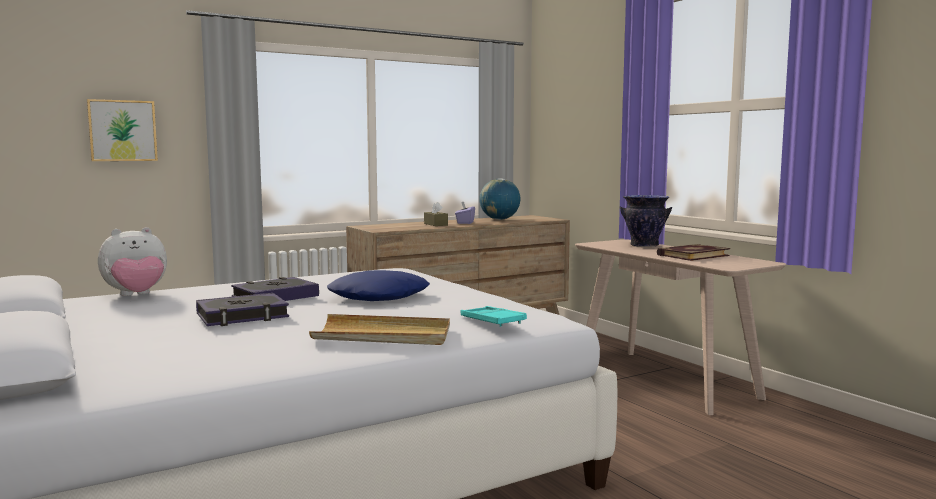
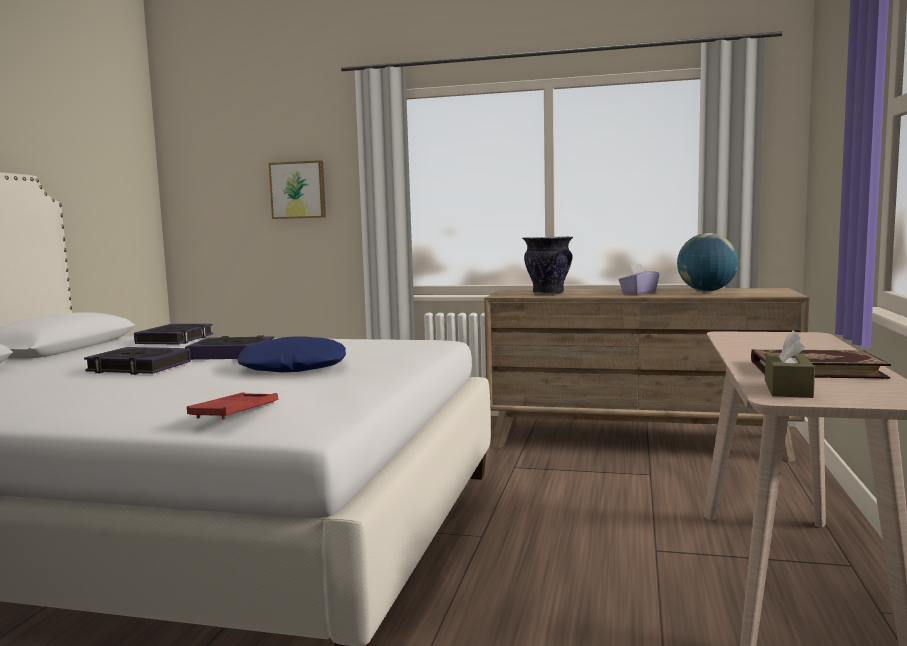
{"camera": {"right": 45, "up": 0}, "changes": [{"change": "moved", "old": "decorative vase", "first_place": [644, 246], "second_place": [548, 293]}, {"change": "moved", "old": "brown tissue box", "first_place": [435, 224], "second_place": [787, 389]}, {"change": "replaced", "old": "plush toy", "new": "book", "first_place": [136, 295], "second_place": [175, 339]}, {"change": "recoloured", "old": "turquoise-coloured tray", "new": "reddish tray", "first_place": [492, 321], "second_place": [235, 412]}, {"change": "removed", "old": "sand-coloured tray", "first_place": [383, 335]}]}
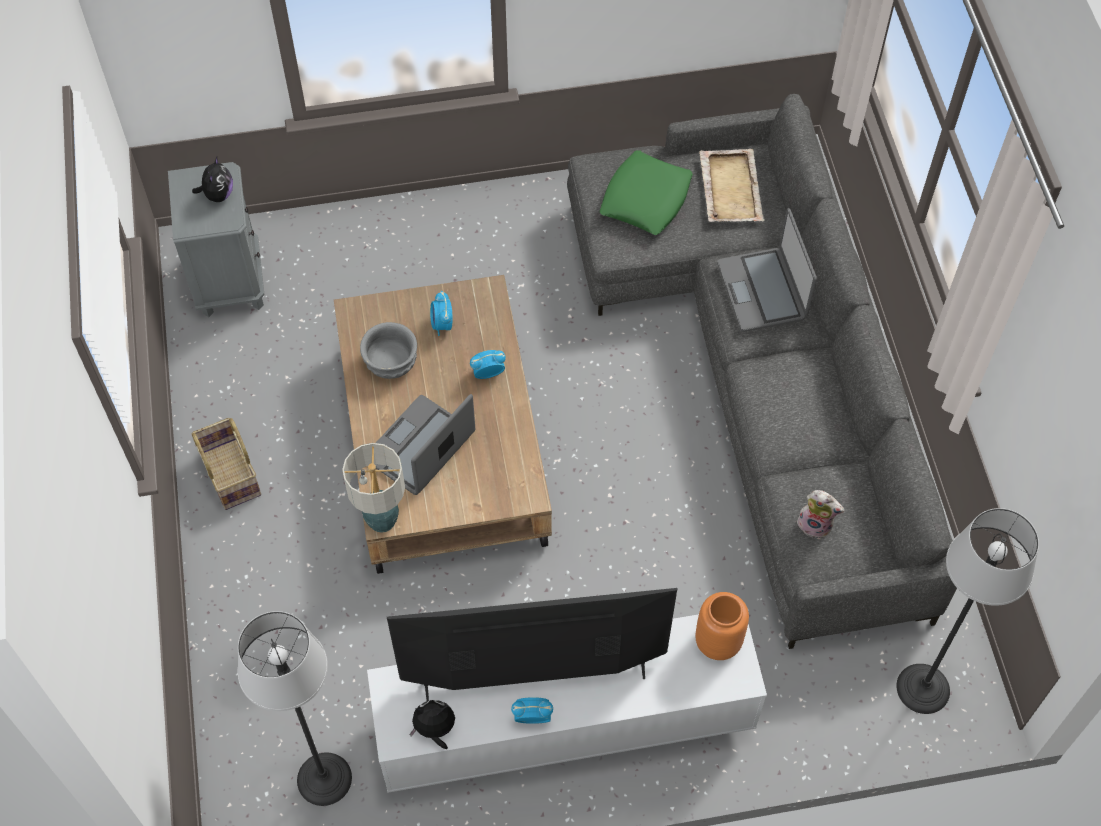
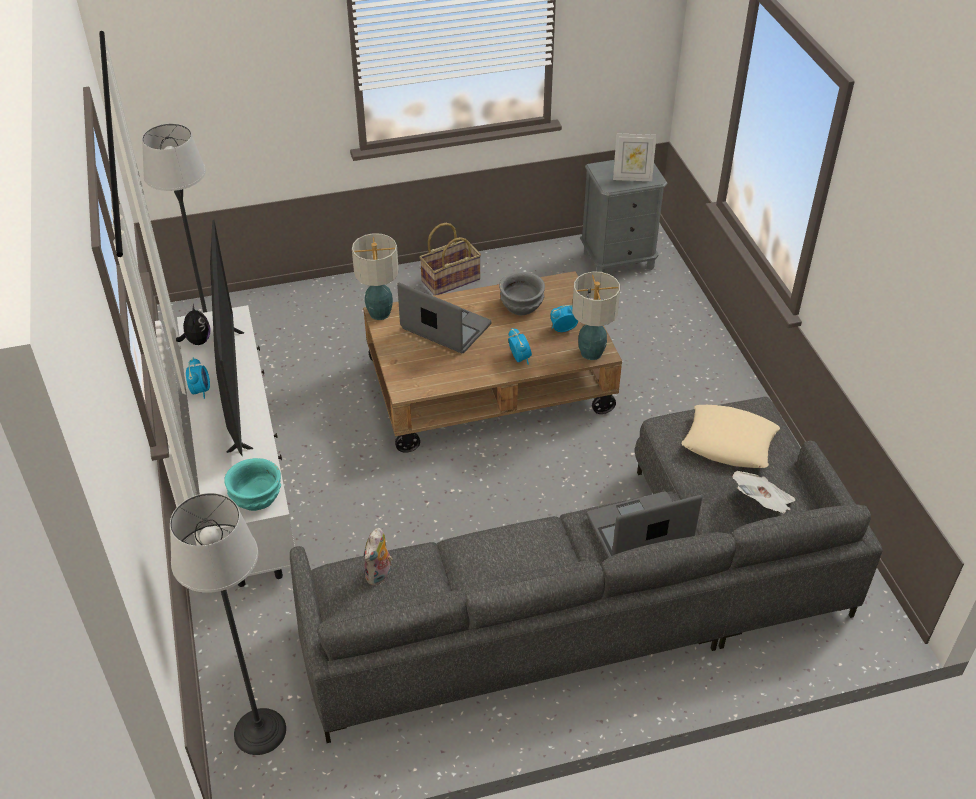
{"camera": {"right": 85, "up": -15}, "changes": [{"change": "replaced", "old": "sand-coloured tray", "new": "newspaper", "first_place": [731, 187], "second_place": [762, 503]}, {"change": "recoloured", "old": "green-coloured throw pillow", "new": "sand-coloured throw pillow", "first_place": [645, 198], "second_place": [729, 442]}, {"change": "replaced", "old": "plush toy", "new": "standing frame", "first_place": [218, 195], "second_place": [632, 178]}, {"change": "replaced", "old": "orange decorative vase", "new": "turquoise-coloured deep dish", "first_place": [718, 642], "second_place": [255, 497]}, {"change": "added", "new": "tabletop lamp", "second_place": [591, 353]}]}
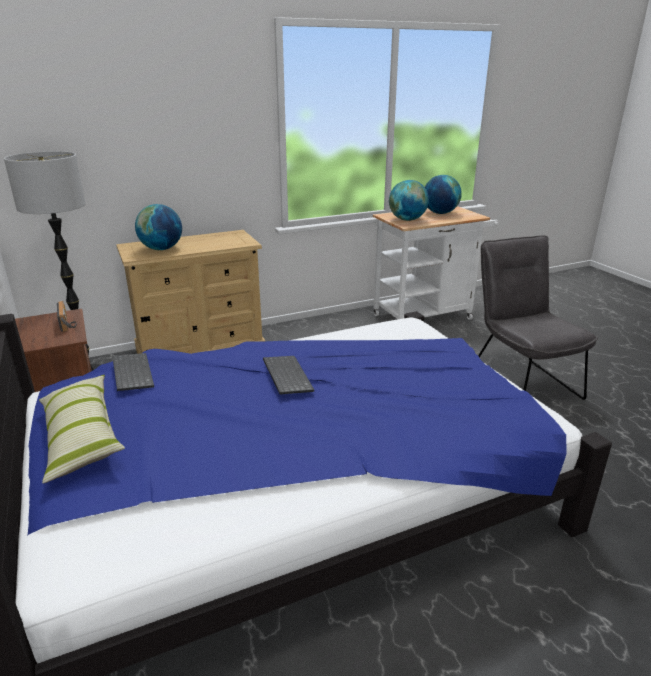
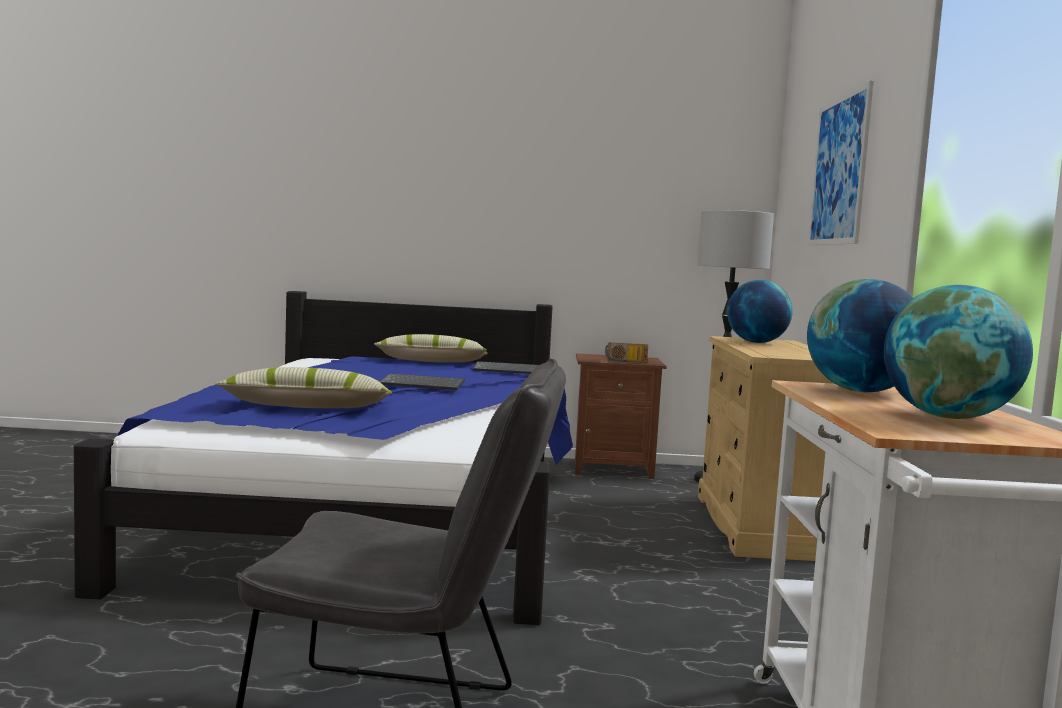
{"camera": {"right": 115, "up": -20}, "changes": [{"change": "added", "new": "wall art", "second_place": [839, 170]}, {"change": "added", "new": "throw pillow", "second_place": [308, 408]}]}
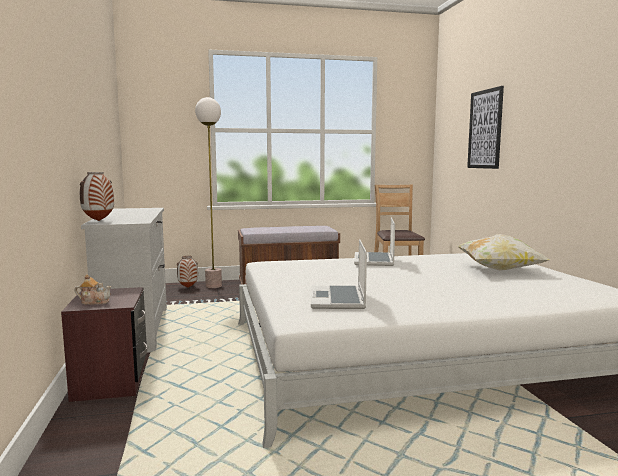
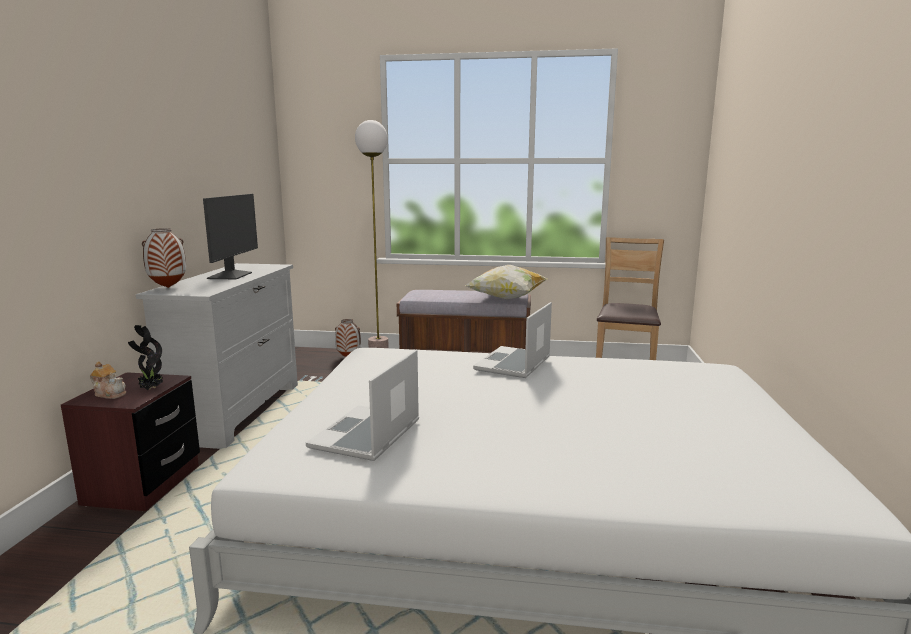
{"camera": {"right": 20, "up": 5}, "changes": [{"change": "removed", "old": "wall art", "first_place": [485, 129]}, {"change": "moved", "old": "throw pillow", "first_place": [499, 270], "second_place": [506, 299]}, {"change": "added", "new": "computer display", "second_place": [231, 275]}, {"change": "added", "new": "plant in a pot", "second_place": [150, 389]}]}
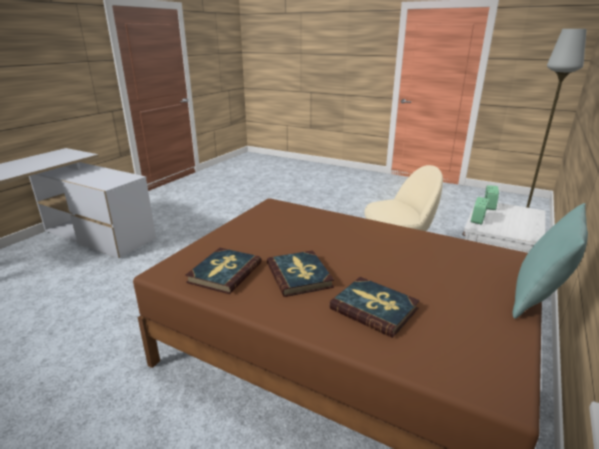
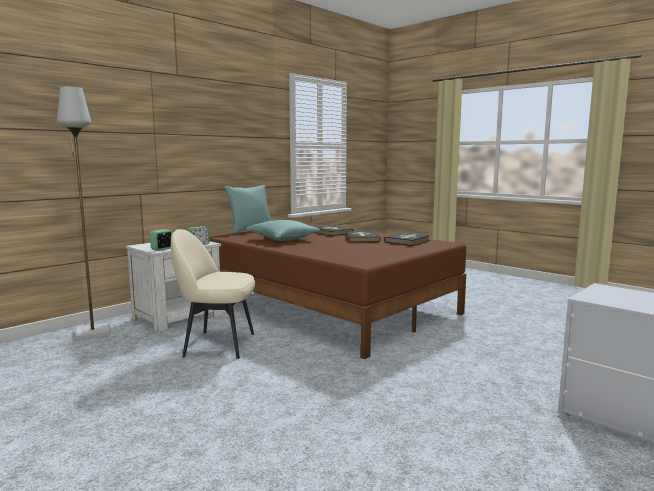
{"camera": {"right": -165, "up": -15}, "changes": [{"change": "added", "new": "turquoise-coloured throw pillow", "second_place": [283, 239]}]}
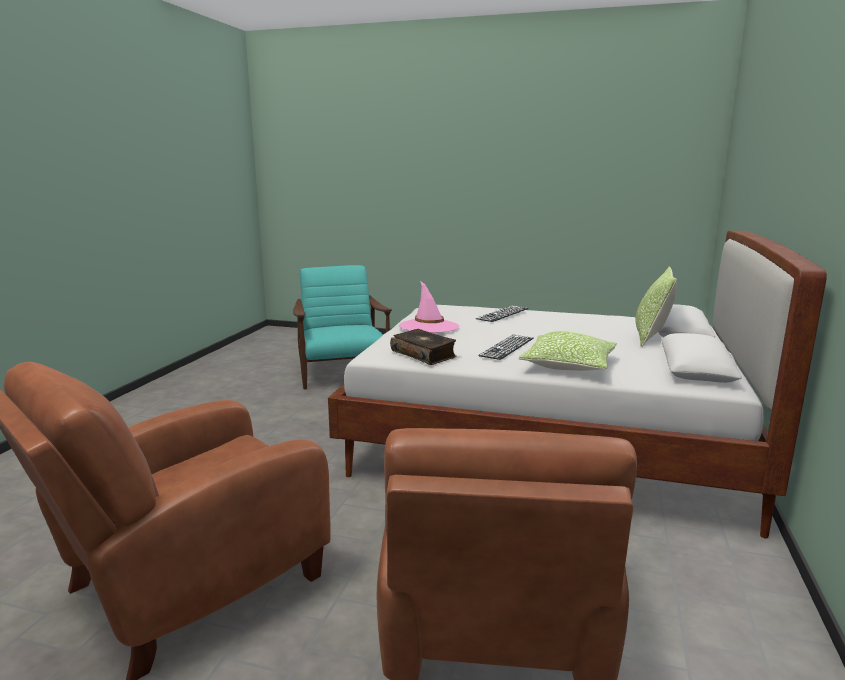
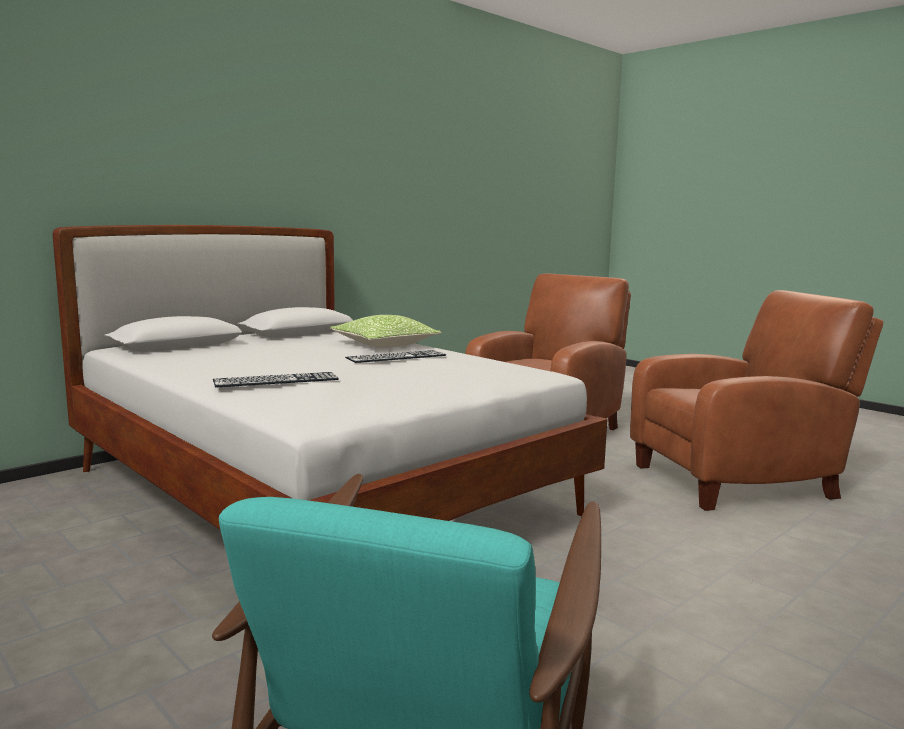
{"camera": {"right": -150, "up": -5}, "changes": [{"change": "removed", "old": "throw pillow", "first_place": [651, 337]}, {"change": "removed", "old": "pink clothing hat", "first_place": [429, 327]}, {"change": "removed", "old": "book", "first_place": [424, 354]}]}
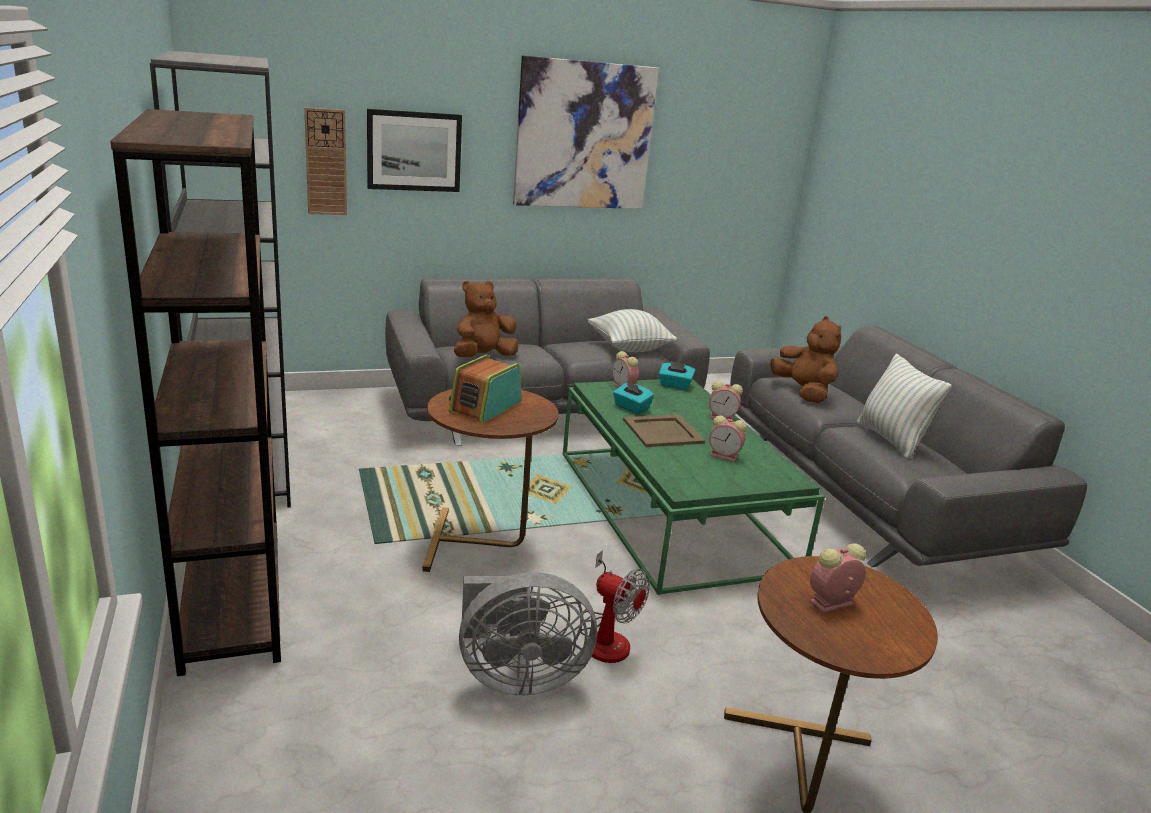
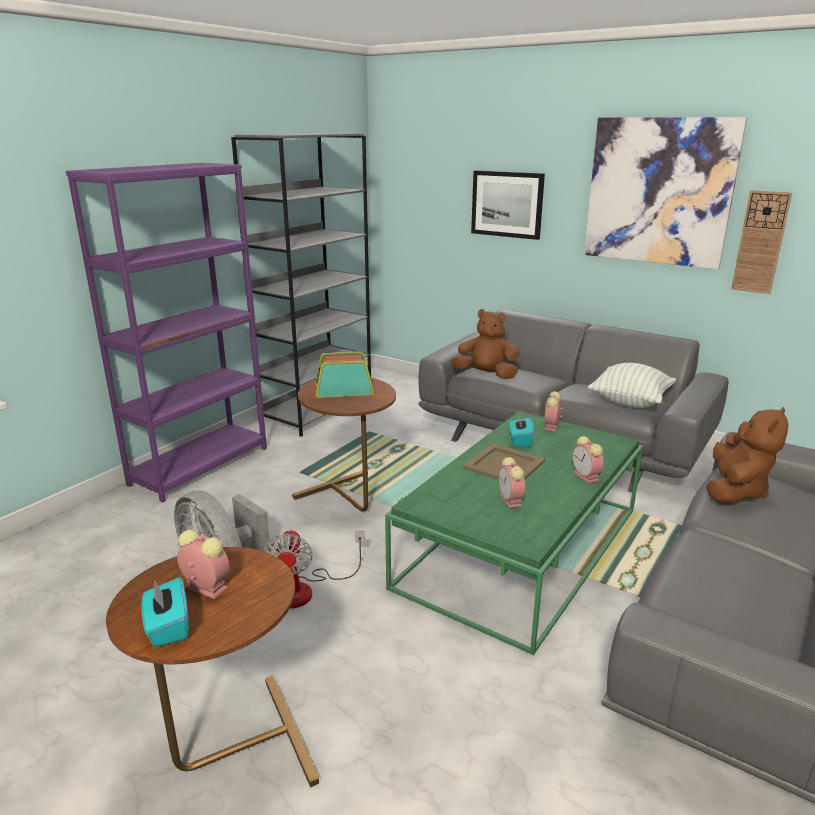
{"camera": {"right": 55, "up": 0}, "changes": [{"change": "moved", "old": "hanging clock", "first_place": [326, 162], "second_place": [760, 242]}, {"change": "recoloured", "old": "brown bookshelf", "new": "purple-coloured bookshelf", "first_place": [233, 598], "second_place": [200, 466]}, {"change": "removed", "old": "throw pillow", "first_place": [891, 440]}, {"change": "moved", "old": "turquoise-coloured tissue box", "first_place": [674, 385], "second_place": [168, 627]}]}
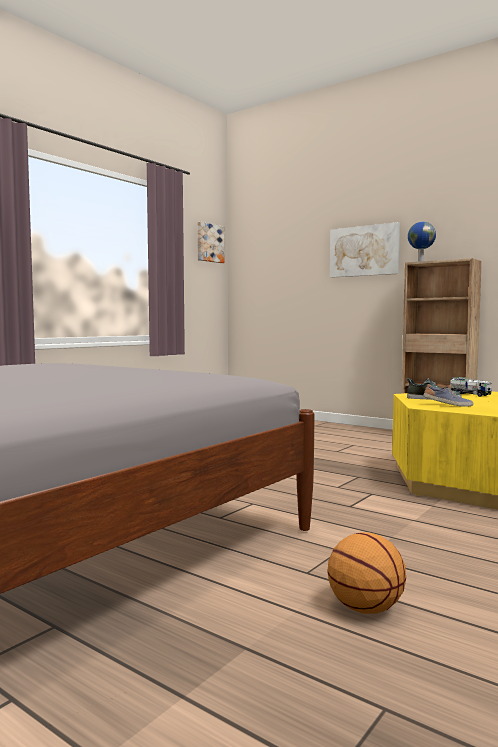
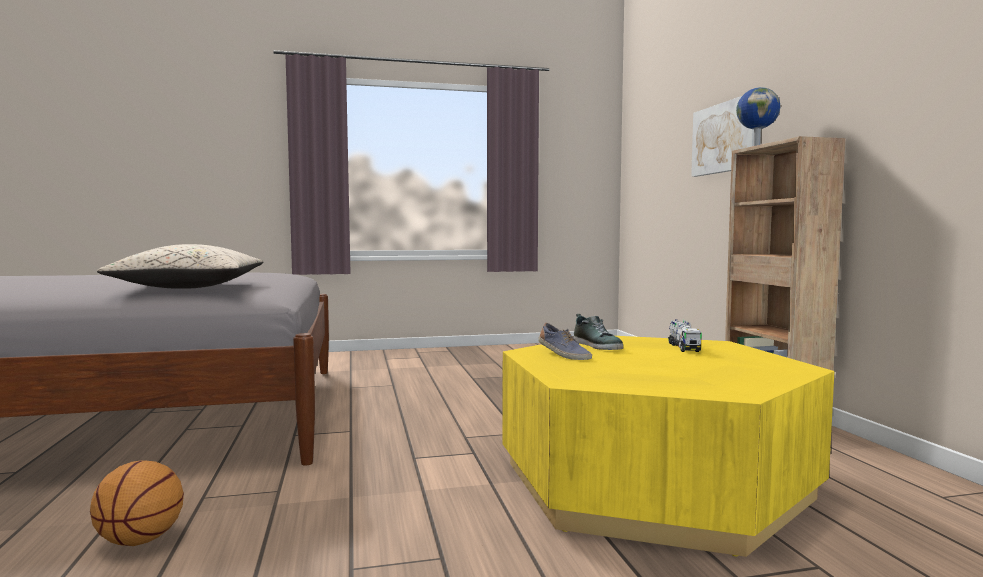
{"camera": {"right": 40, "up": 0}, "changes": [{"change": "removed", "old": "wall art", "first_place": [209, 243]}, {"change": "added", "new": "sand-coloured throw pillow", "second_place": [190, 287]}]}
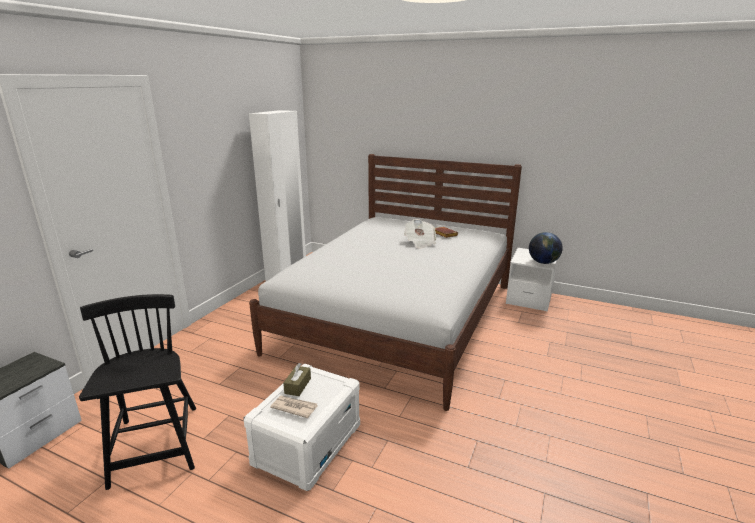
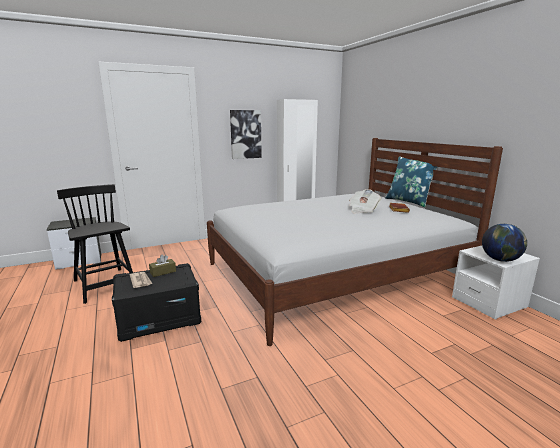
{"camera": {"right": 40, "up": -5}, "changes": [{"change": "turned", "old": "black-coloured plain chair", "first_place": [156, 446], "second_place": [105, 285], "degrees": -60}, {"change": "recoloured", "old": "whitish storage box", "new": "black-coloured storage box", "first_place": [307, 444], "second_place": [159, 318]}, {"change": "added", "new": "wall art", "second_place": [245, 134]}, {"change": "added", "new": "bluish throw pillow", "second_place": [409, 201]}]}
